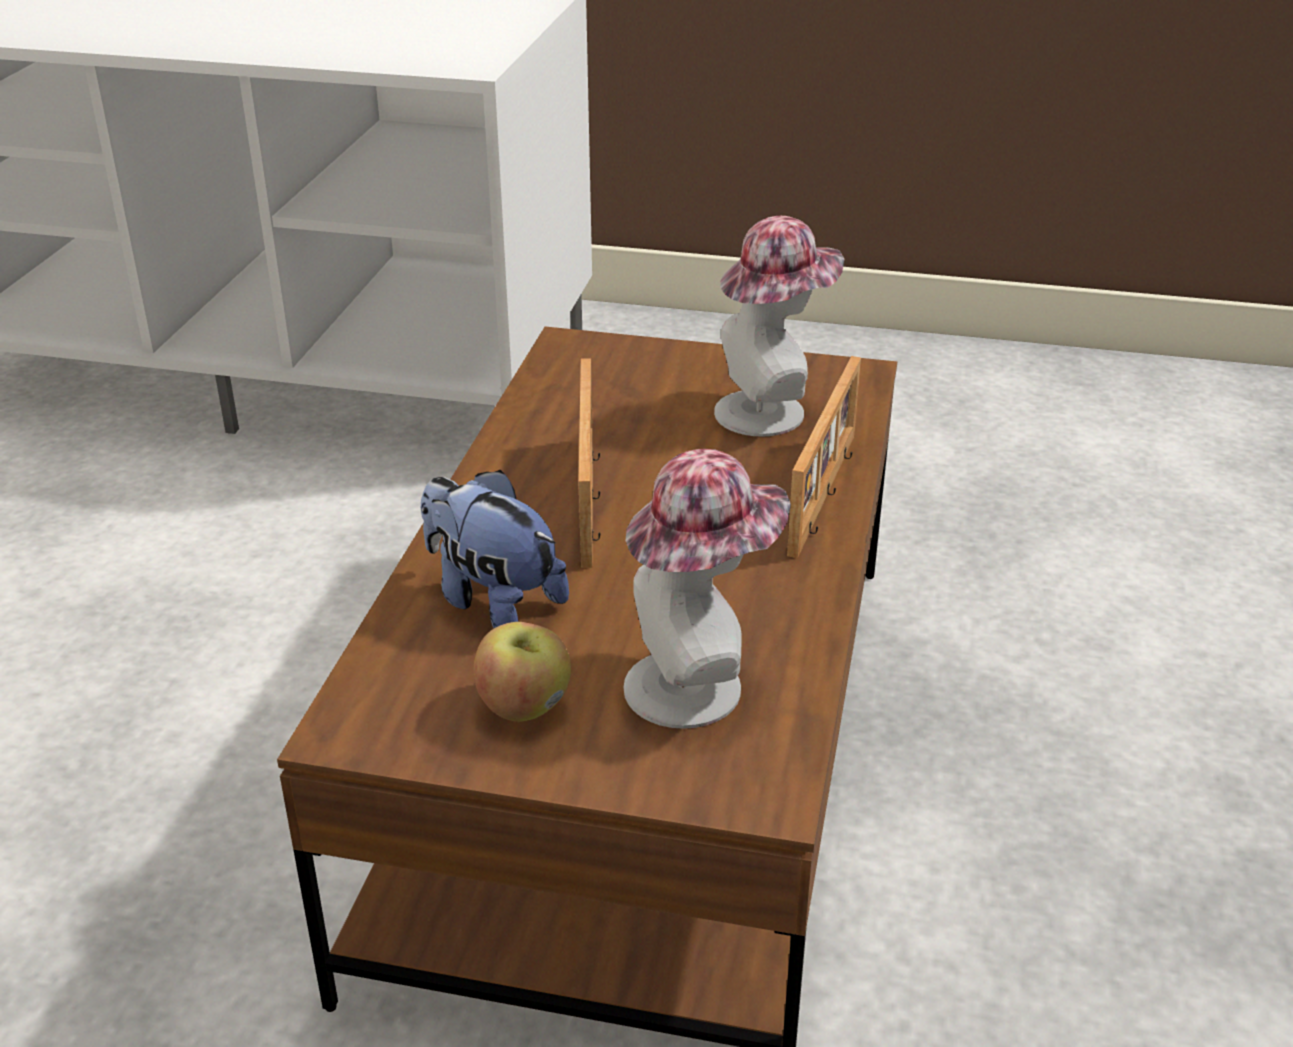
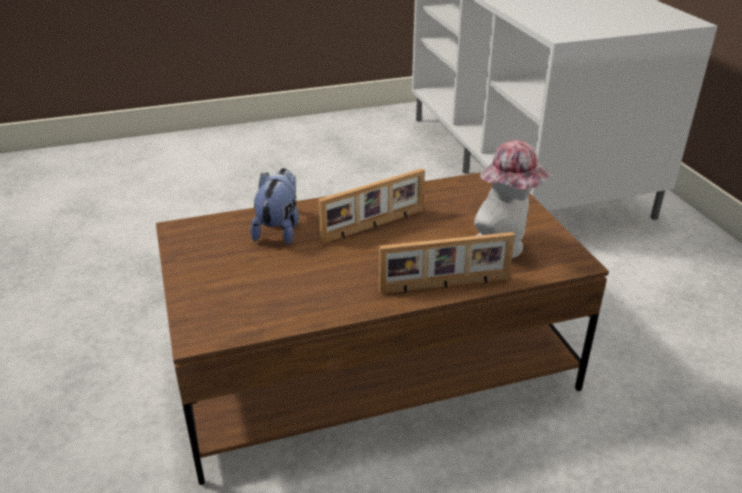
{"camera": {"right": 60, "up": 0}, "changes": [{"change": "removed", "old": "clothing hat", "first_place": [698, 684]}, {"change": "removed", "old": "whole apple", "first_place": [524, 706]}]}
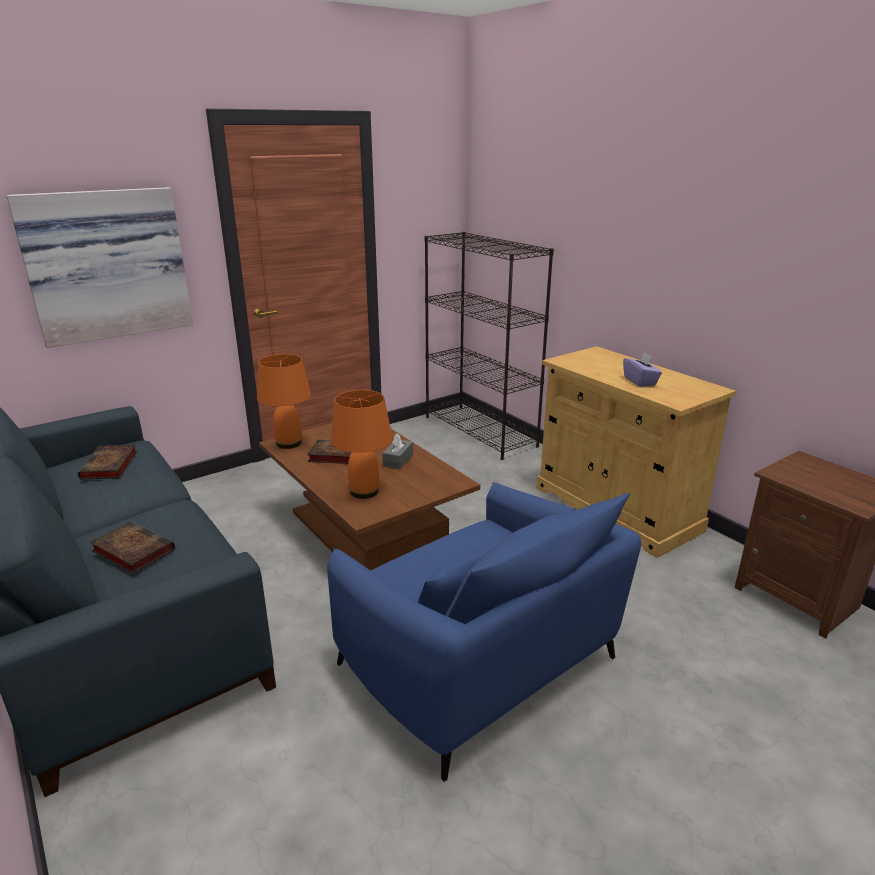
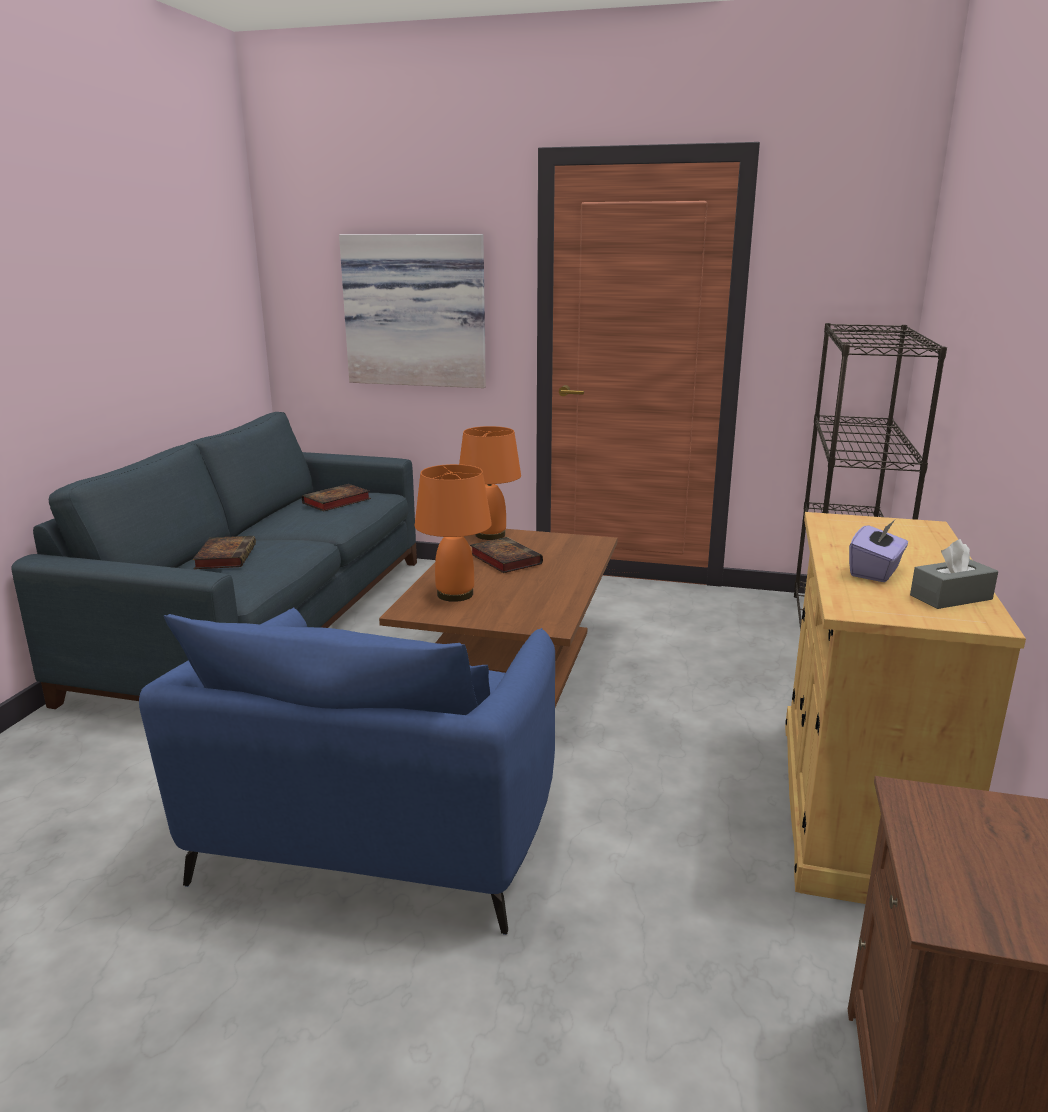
{"camera": {"right": 50, "up": -5}, "changes": [{"change": "moved", "old": "greyish tissue box", "first_place": [398, 460], "second_place": [951, 597]}]}
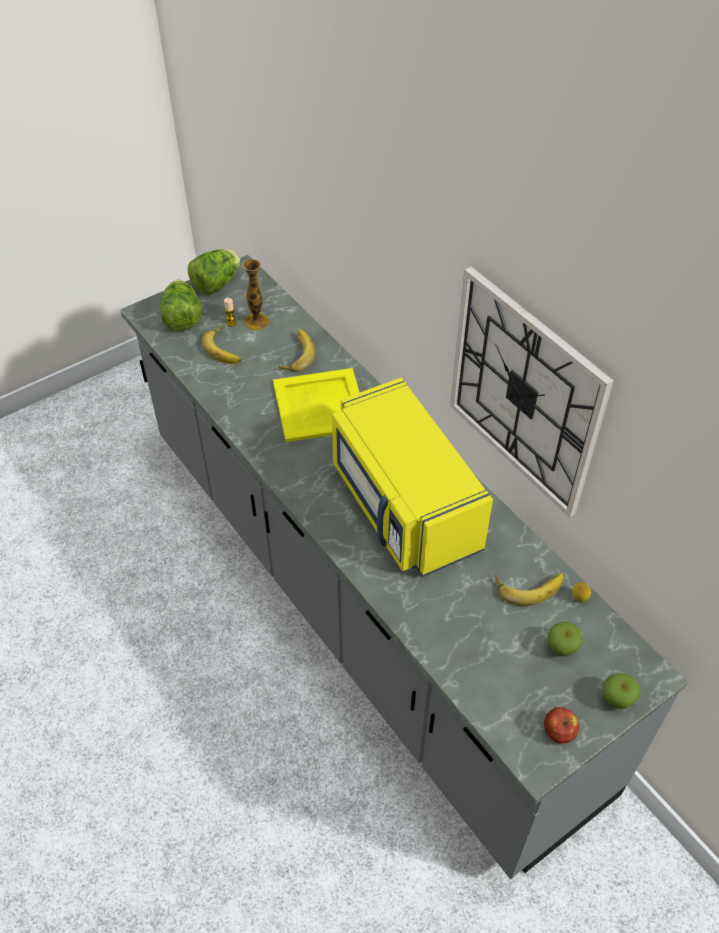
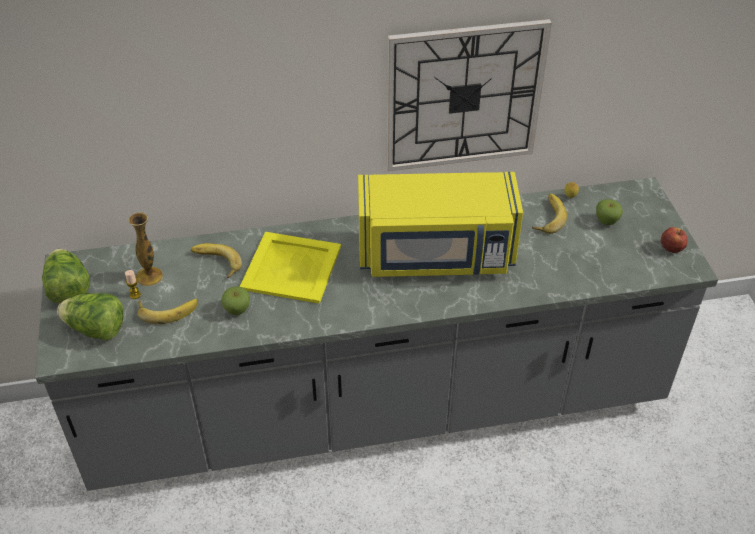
{"camera": {"right": -65, "up": -5}, "changes": [{"change": "moved", "old": "whole apple", "first_place": [617, 700], "second_place": [237, 310]}]}
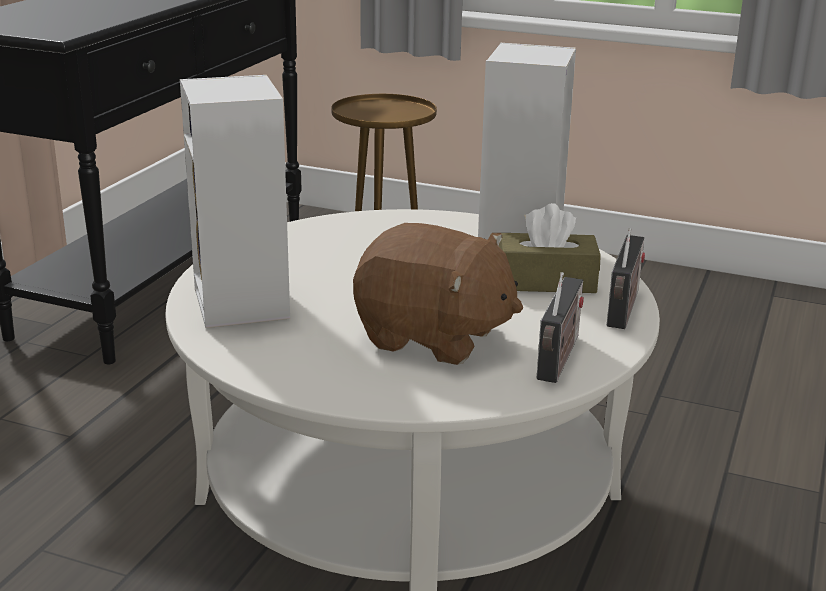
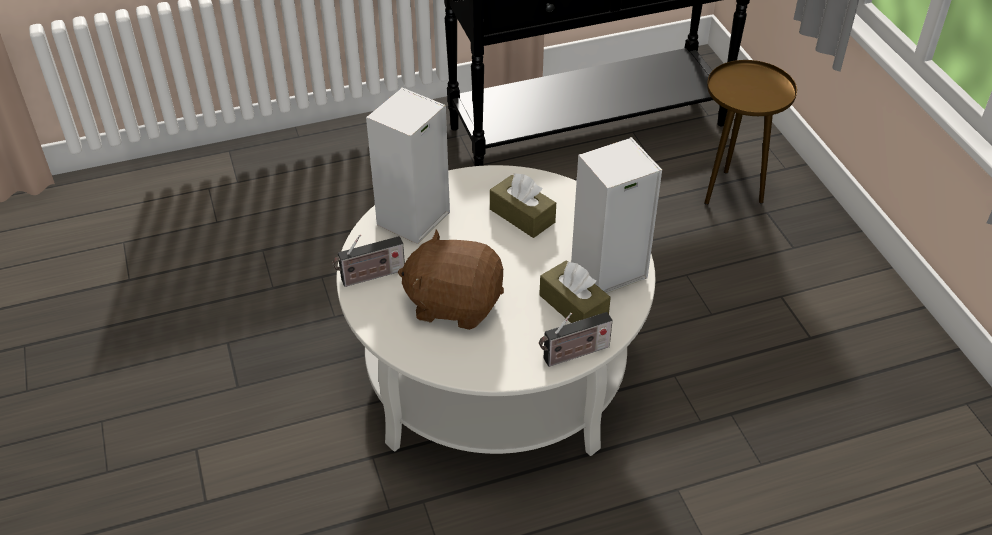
{"camera": {"right": 50, "up": 20}, "changes": [{"change": "turned", "old": "brown plush toy", "first_place": [433, 338], "second_place": [454, 303], "degrees": 120}, {"change": "moved", "old": "radio", "first_place": [558, 359], "second_place": [370, 276]}, {"change": "added", "new": "brown tissue box", "second_place": [522, 216]}]}
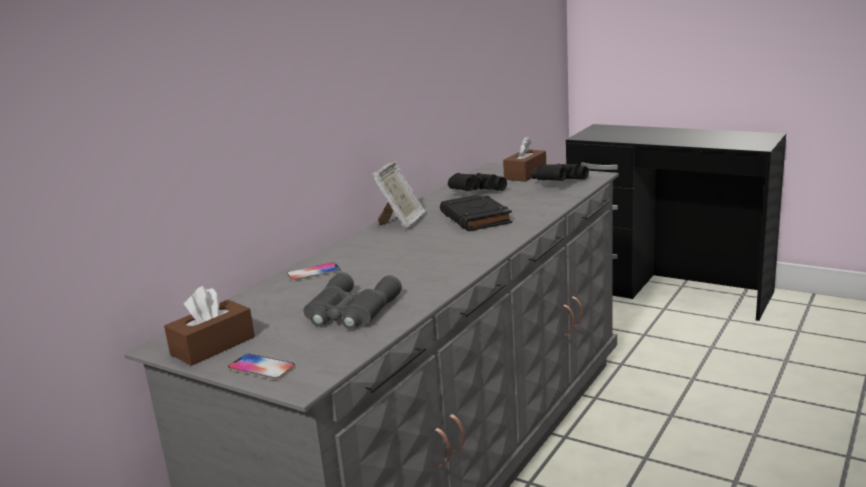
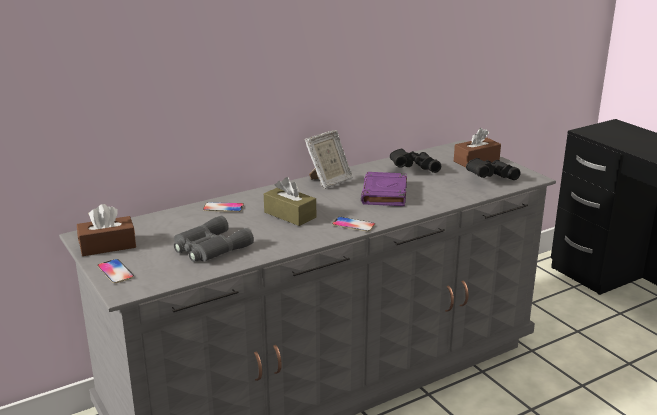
{"camera": {"right": 25, "up": 5}, "changes": [{"change": "recoloured", "old": "black-coloured book", "new": "purple-coloured book", "first_place": [476, 218], "second_place": [384, 194]}, {"change": "added", "new": "brown tissue box", "second_place": [290, 215]}, {"change": "added", "new": "phone", "second_place": [353, 225]}]}
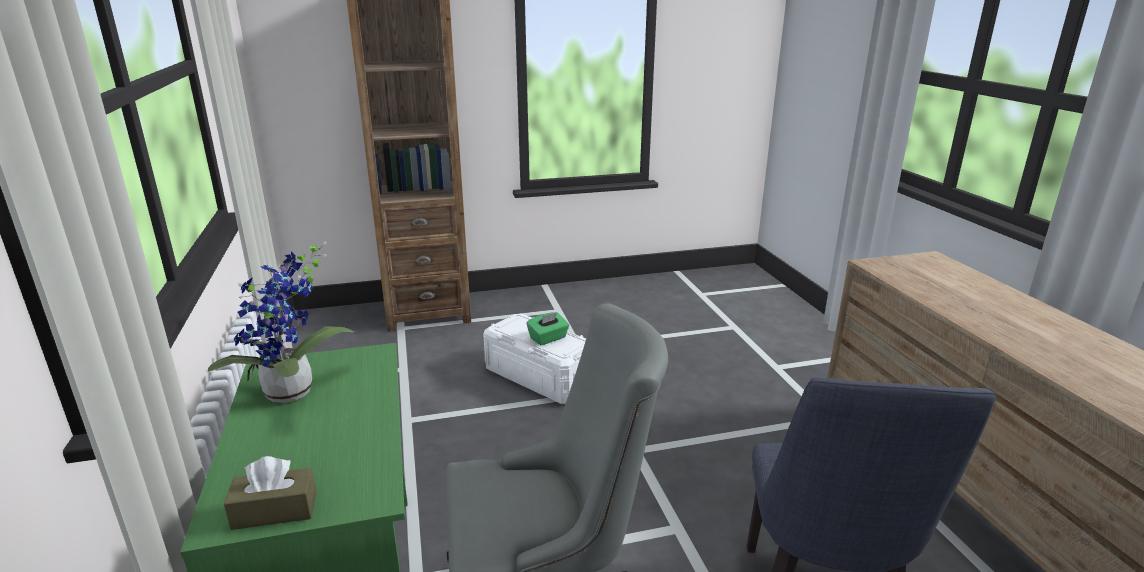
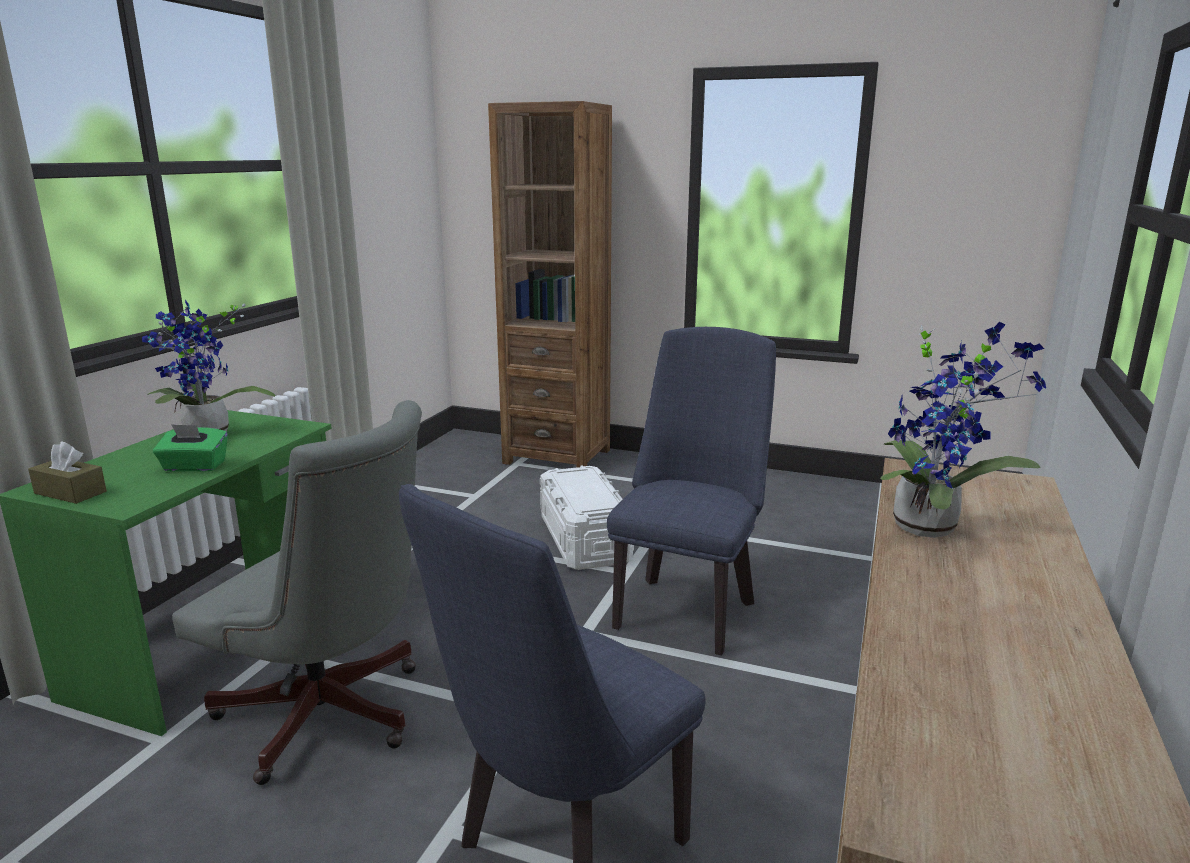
{"camera": {"right": 35, "up": -5}, "changes": [{"change": "moved", "old": "green-coloured tissue box", "first_place": [548, 338], "second_place": [194, 467]}, {"change": "added", "new": "plant in a pot", "second_place": [932, 526]}, {"change": "added", "new": "bluish plain chair", "second_place": [687, 607]}]}
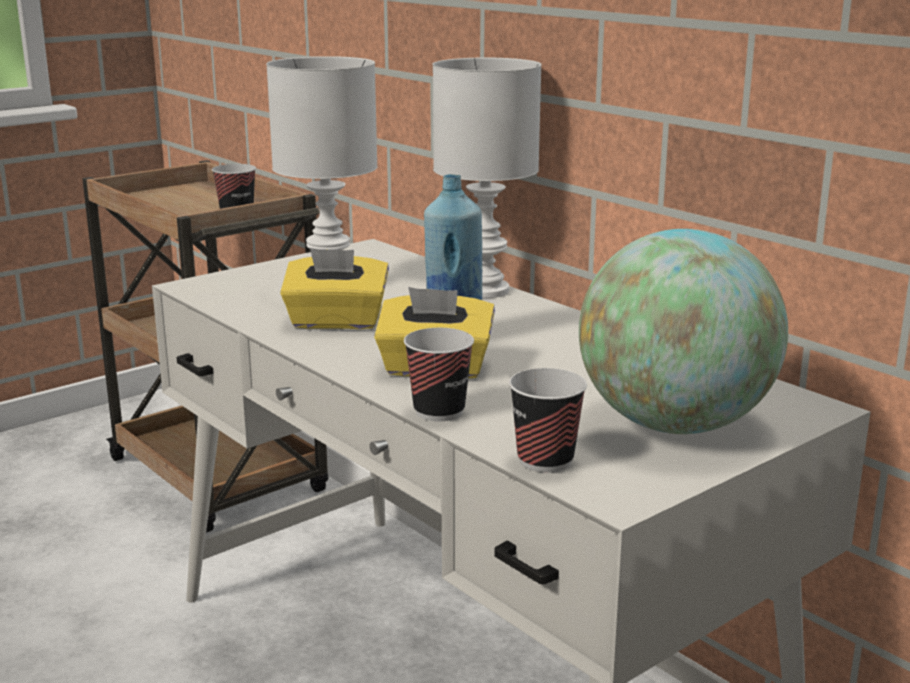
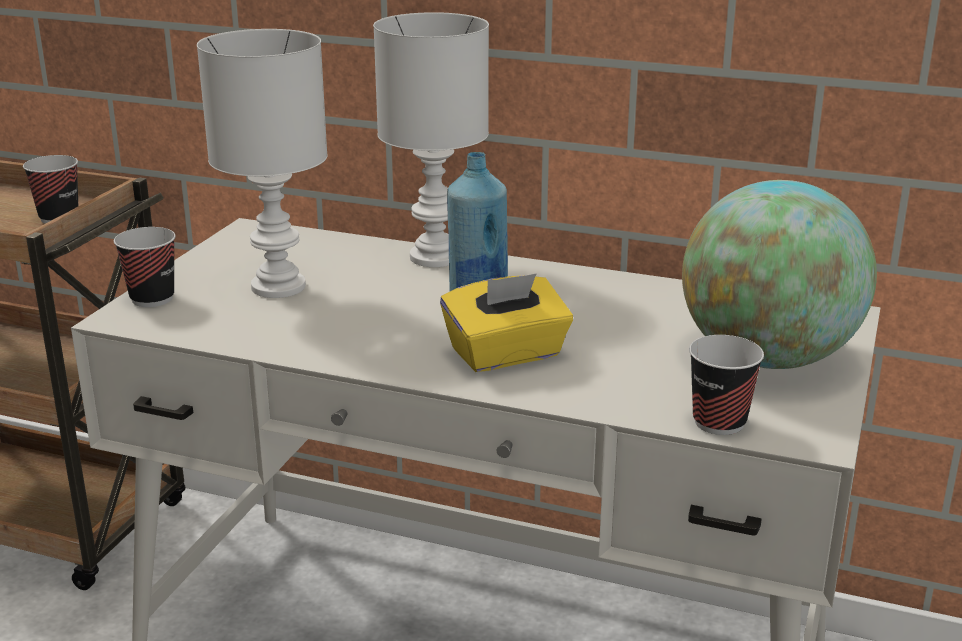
{"camera": {"right": -30, "up": 5}, "changes": [{"change": "removed", "old": "yellow tissue box", "first_place": [336, 322]}, {"change": "moved", "old": "small cup", "first_place": [439, 411], "second_place": [152, 298]}]}
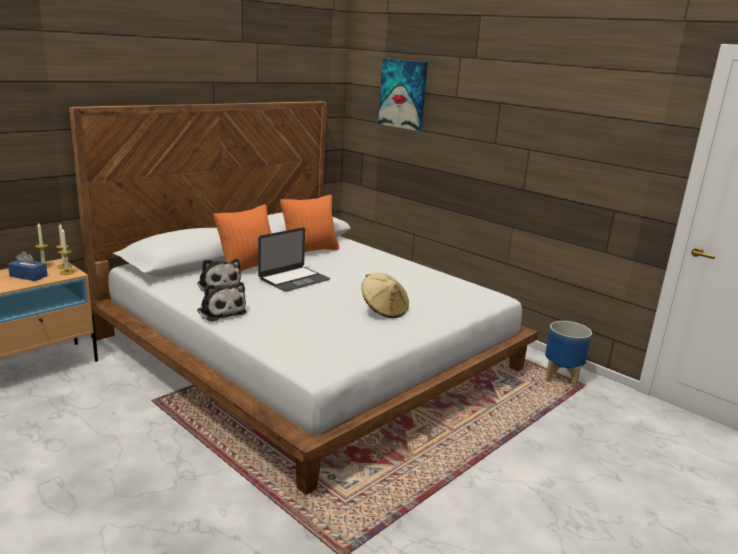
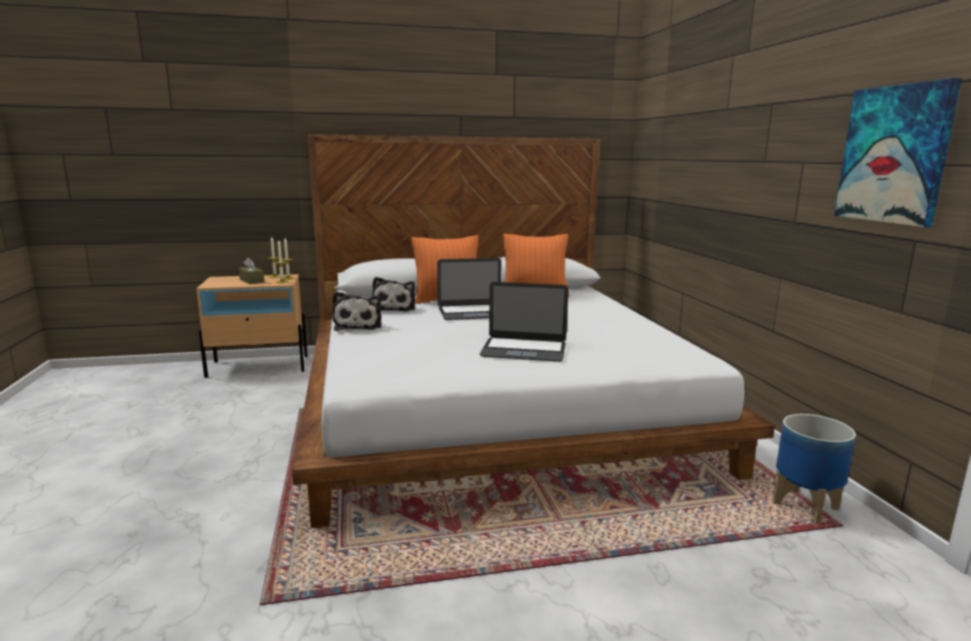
{"camera": {"right": 35, "up": -5}, "changes": [{"change": "moved", "old": "wall art", "first_place": [403, 94], "second_place": [894, 154]}, {"change": "recoloured", "old": "bluish tissue box", "new": "brown tissue box", "first_place": [28, 276], "second_place": [252, 281]}, {"change": "replaced", "old": "sand-coloured clothing hat", "new": "laptop", "first_place": [384, 310], "second_place": [524, 349]}]}
